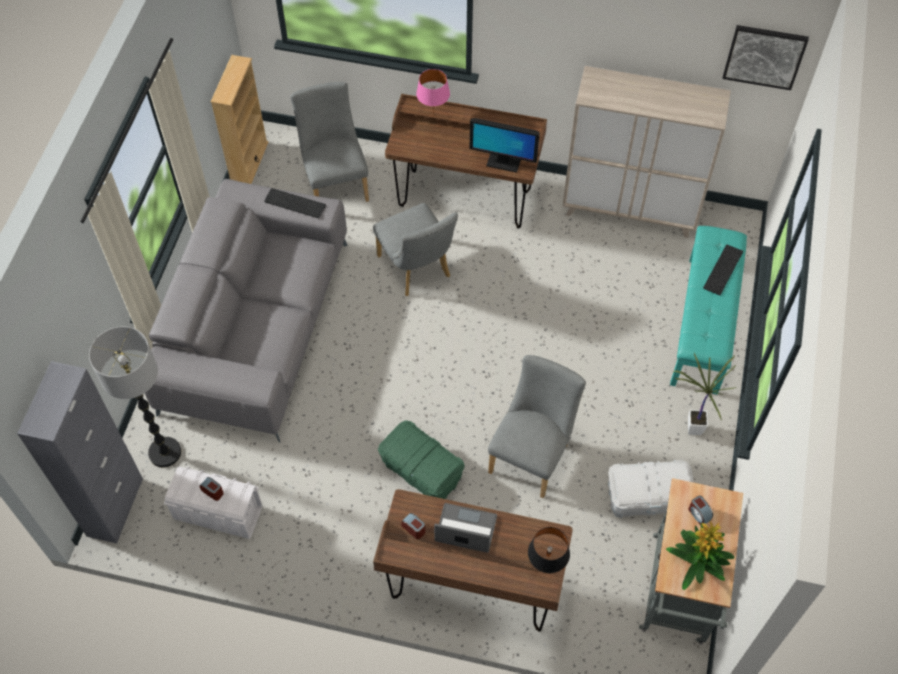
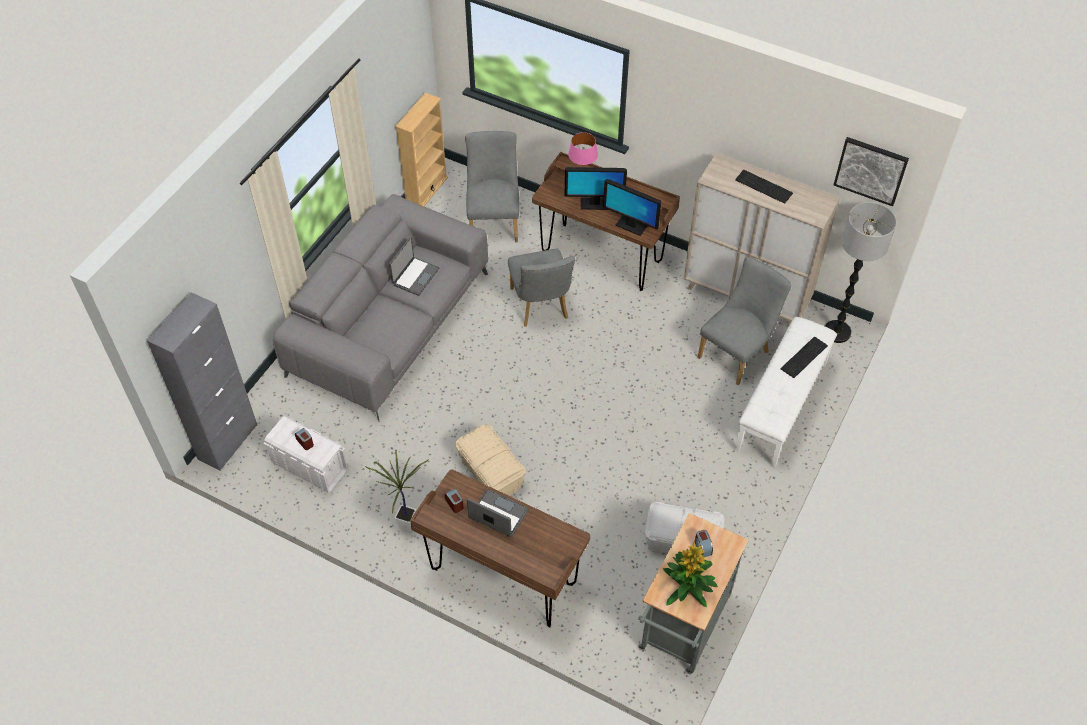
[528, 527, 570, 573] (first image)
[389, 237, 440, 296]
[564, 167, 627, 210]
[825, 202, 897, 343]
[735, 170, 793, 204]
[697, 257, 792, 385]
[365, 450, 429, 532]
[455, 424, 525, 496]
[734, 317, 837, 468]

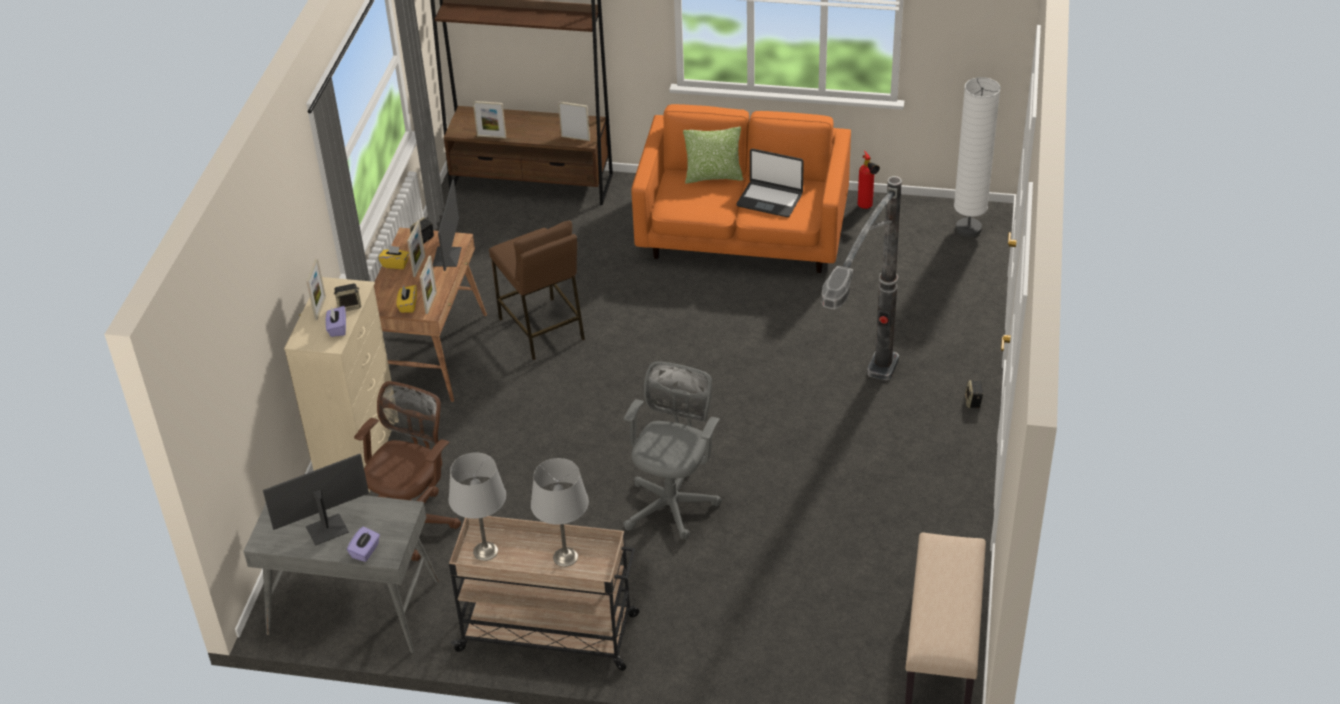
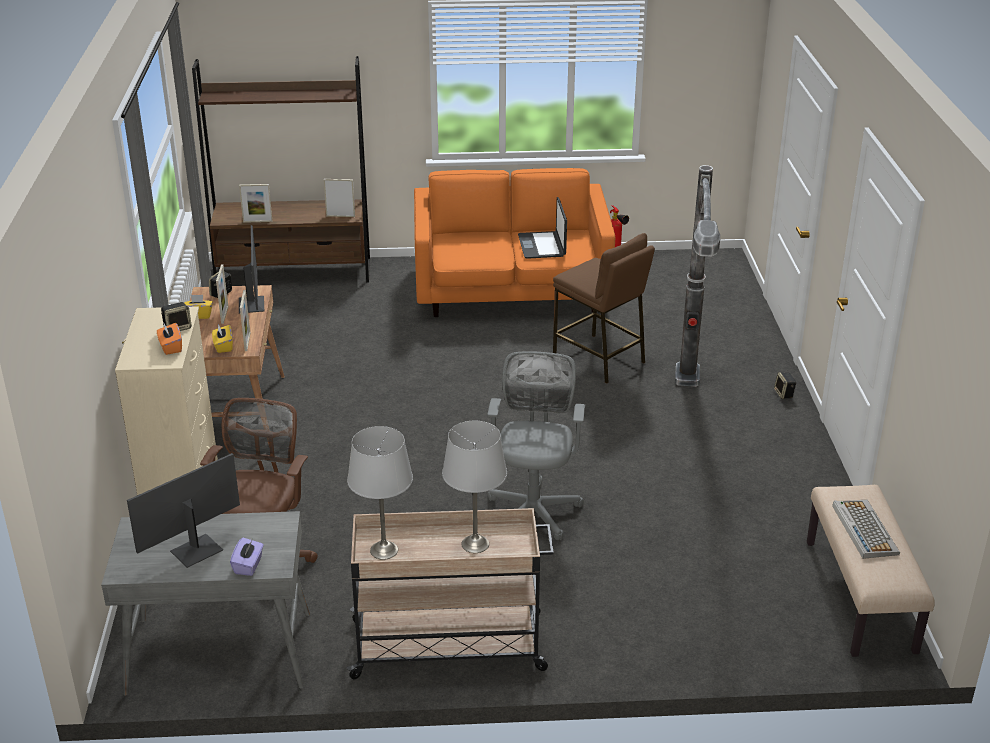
[306, 258, 326, 320] (first image)
[683, 127, 743, 183] (first image)
[954, 77, 1001, 237] (first image)
[832, 500, 900, 559]
[553, 233, 655, 383]
[157, 323, 182, 355]
[518, 197, 567, 259]

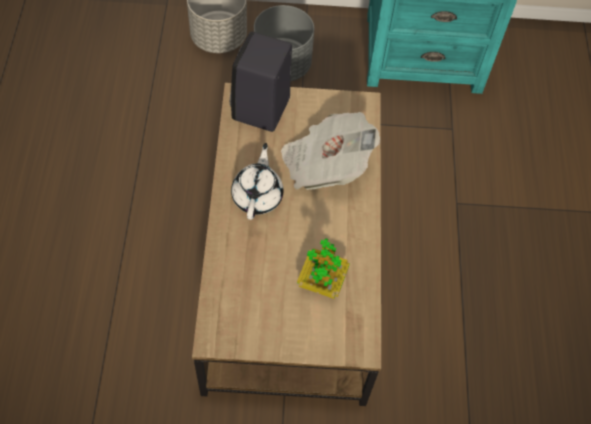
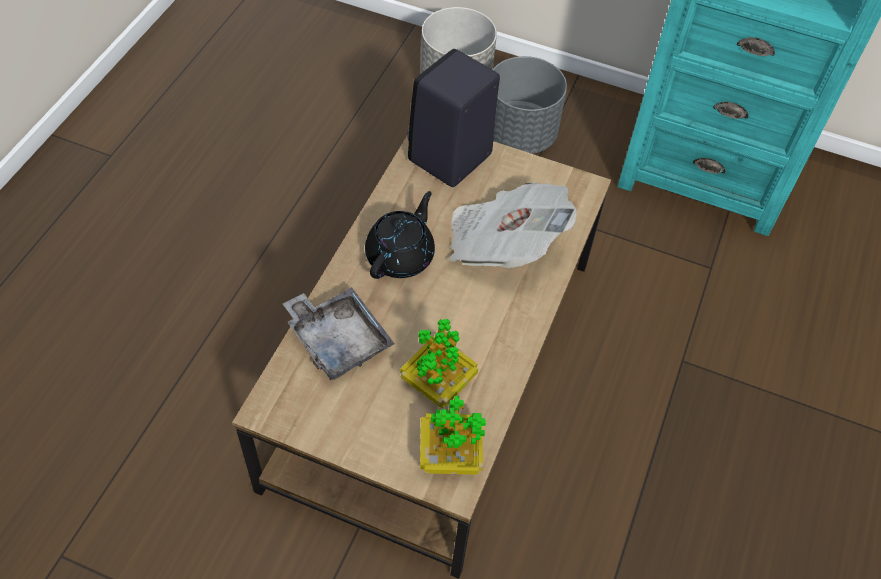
[283, 287, 395, 380]
[420, 396, 486, 475]
[365, 191, 435, 279]

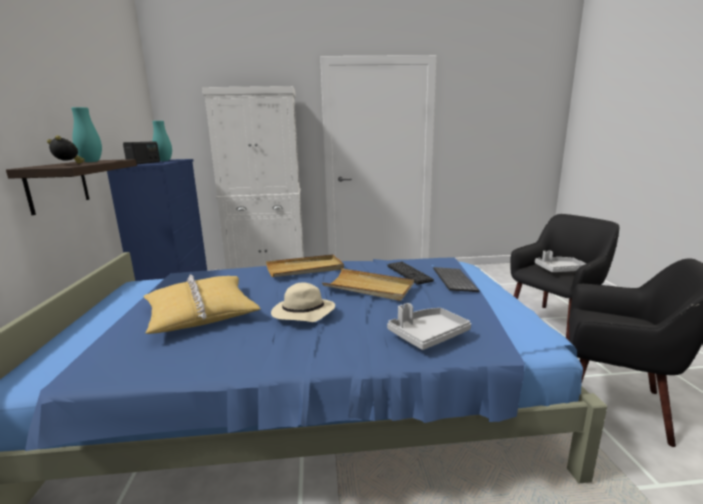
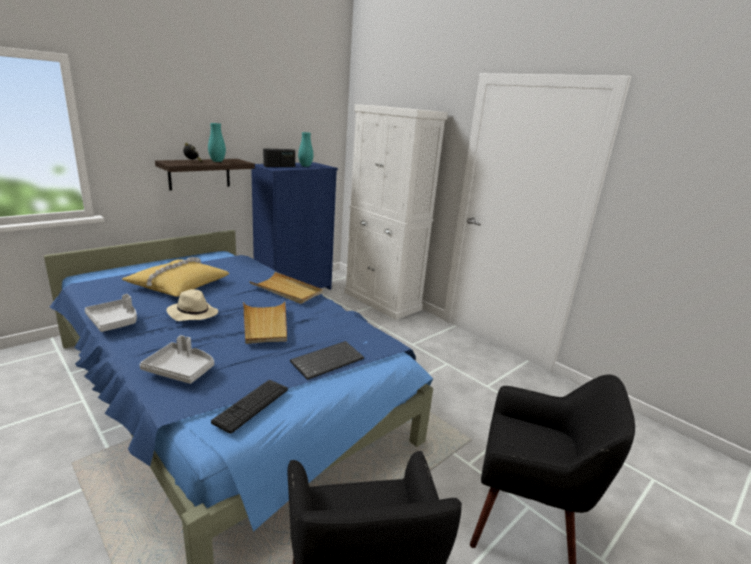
[211, 380, 288, 434]
[84, 294, 137, 332]

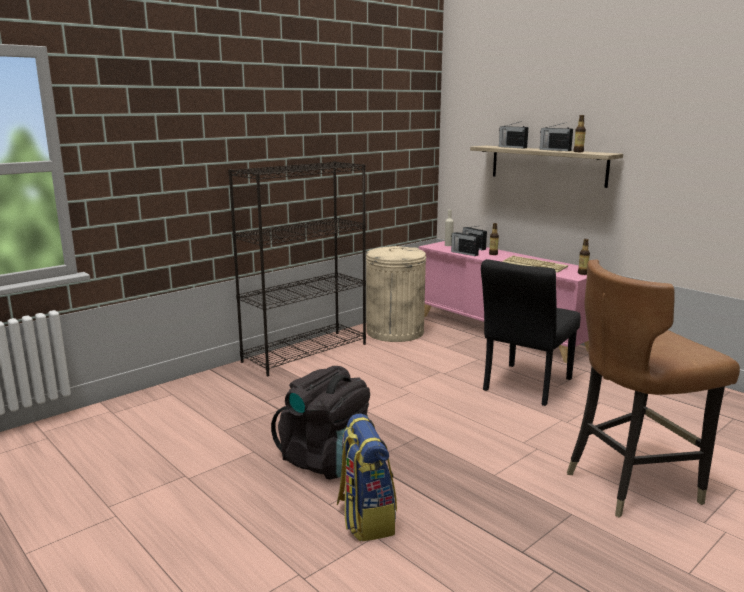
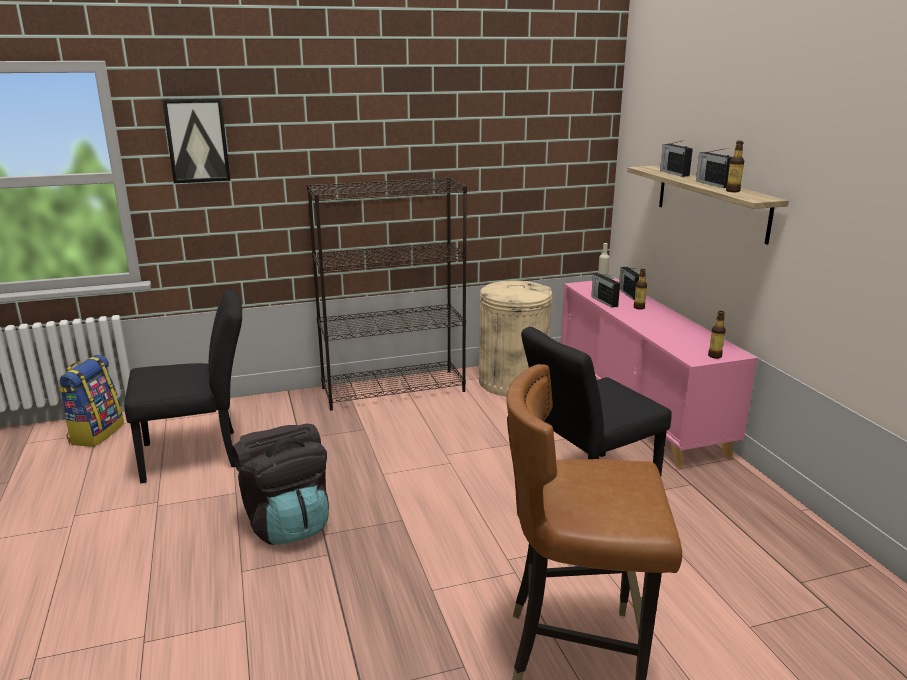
[503, 256, 568, 273] (first image)
[124, 290, 242, 483]
[162, 98, 230, 183]
[58, 355, 124, 447]

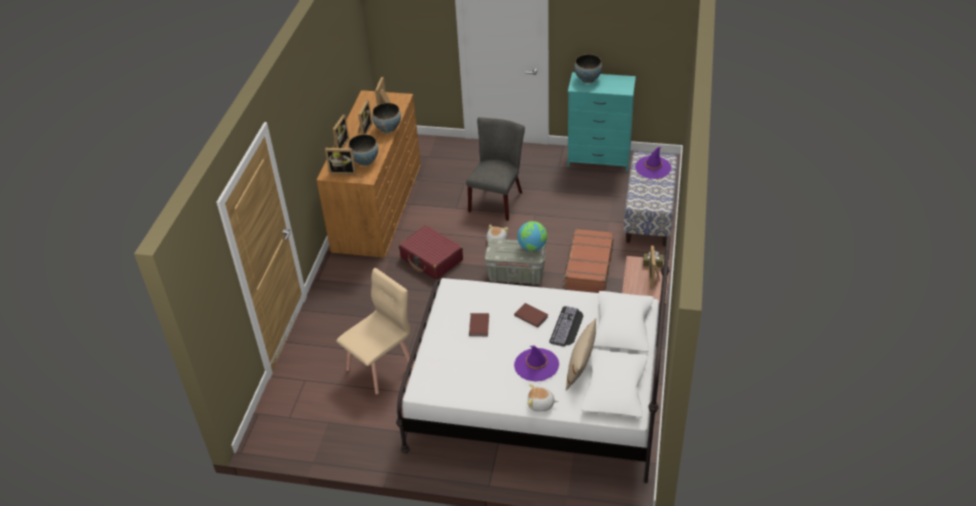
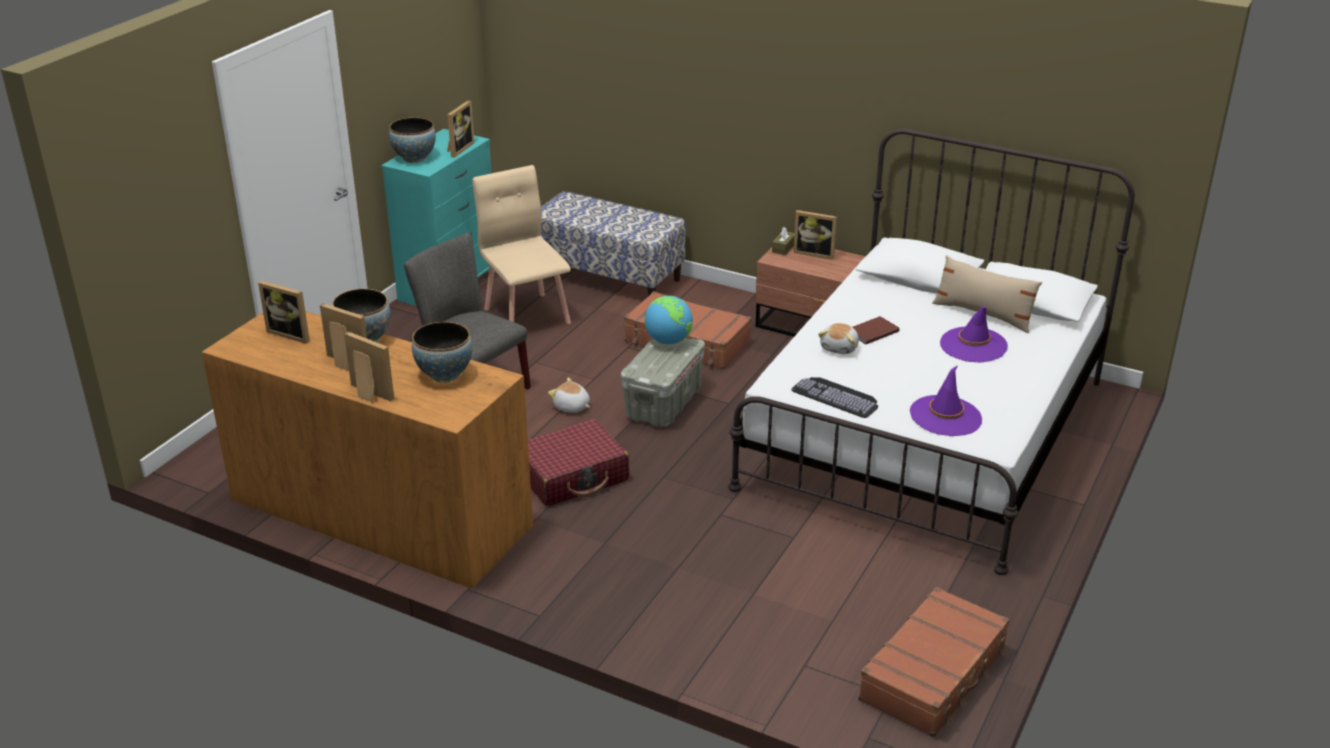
[469, 313, 489, 336] (first image)
[858, 587, 1010, 737]
[447, 100, 475, 158]
[472, 165, 571, 324]
[818, 323, 859, 354]
[791, 377, 878, 418]
[910, 365, 982, 436]

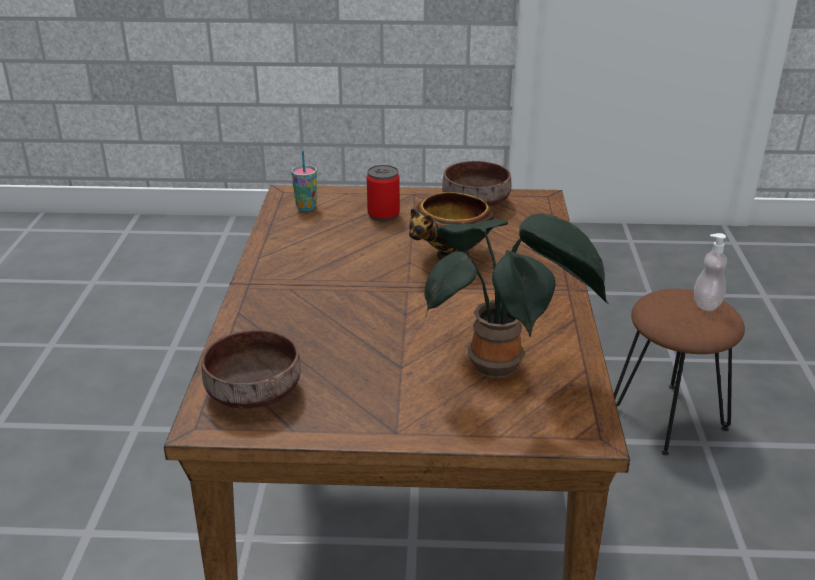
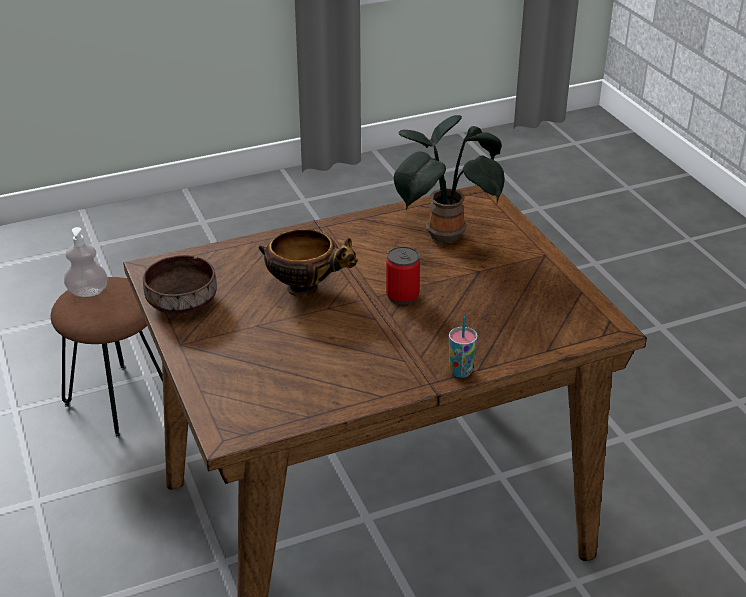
[201, 330, 301, 409] (first image)
[449, 316, 478, 378]
[386, 247, 420, 305]

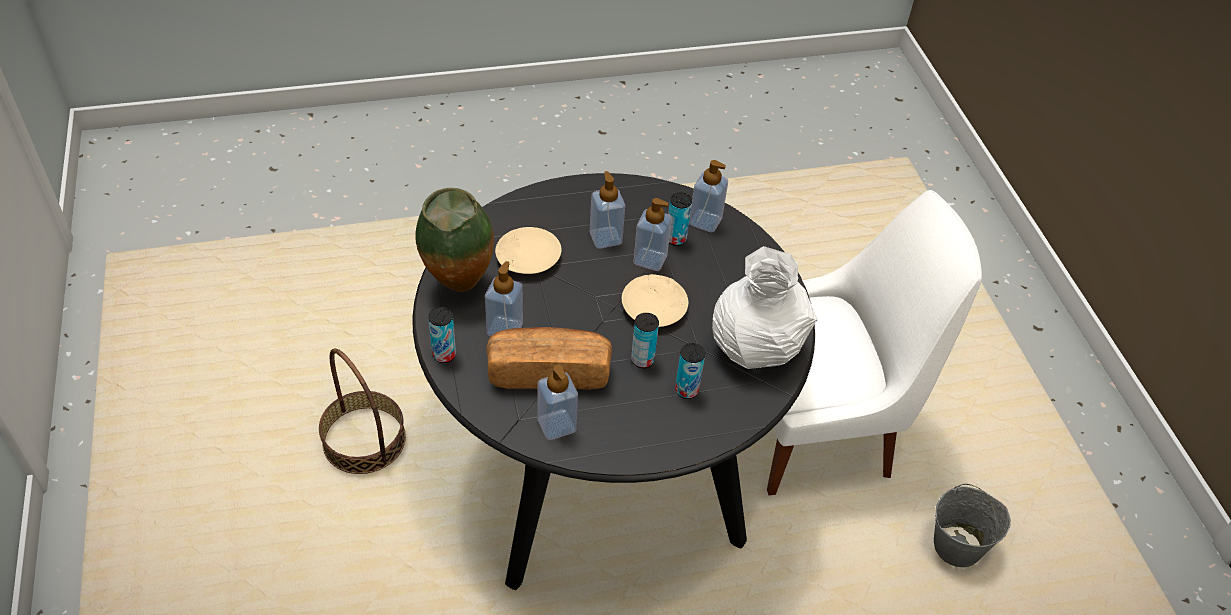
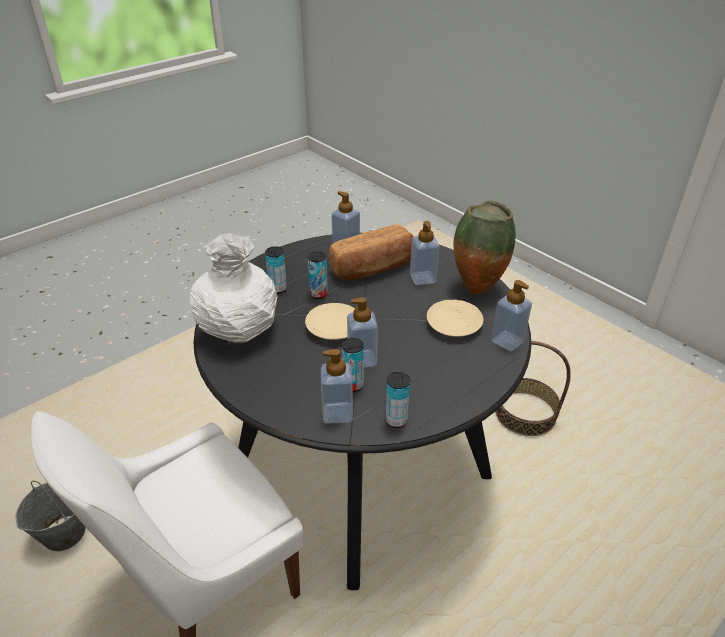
[385, 372, 410, 428]
[491, 280, 532, 351]

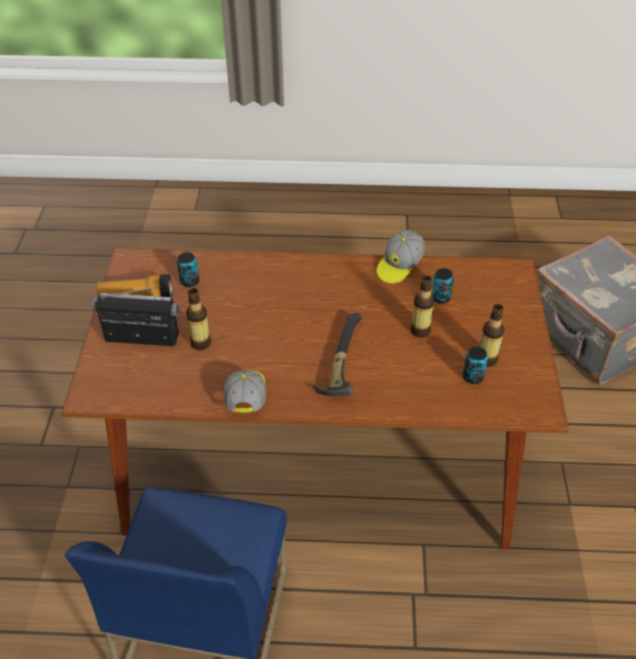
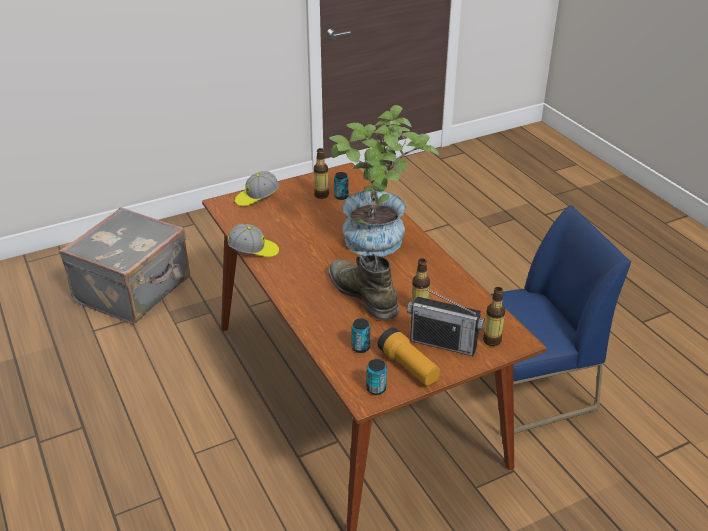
[328, 254, 399, 320]
[235, 171, 279, 206]
[483, 287, 505, 346]
[366, 359, 387, 395]
[329, 105, 439, 256]
[407, 286, 485, 356]

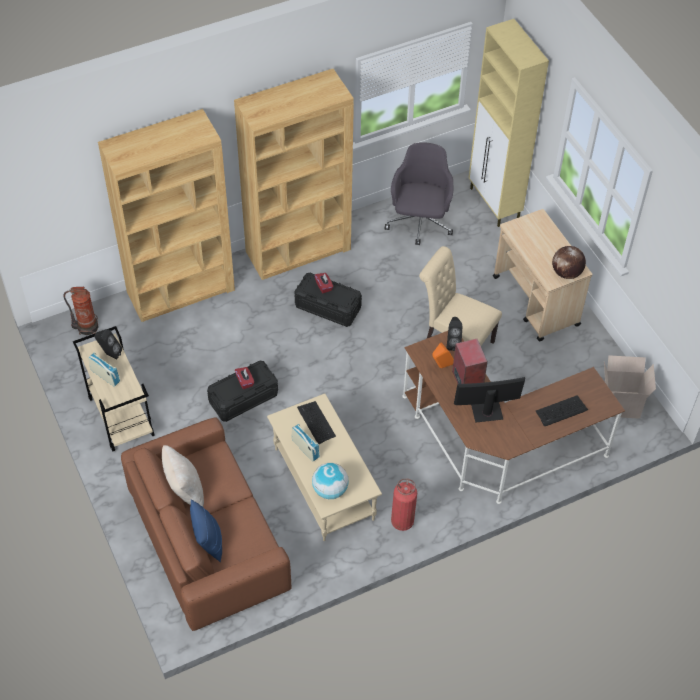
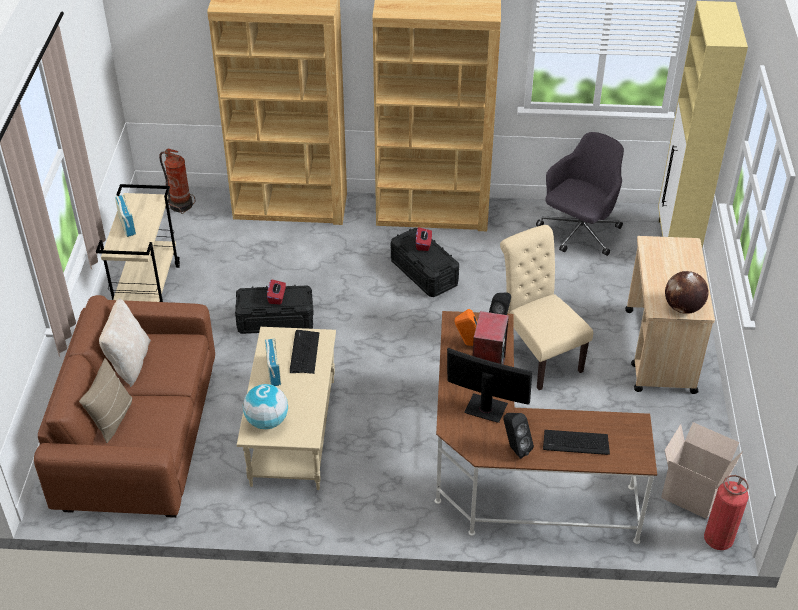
[503, 413, 534, 459]
[704, 475, 749, 550]
[79, 358, 132, 443]

